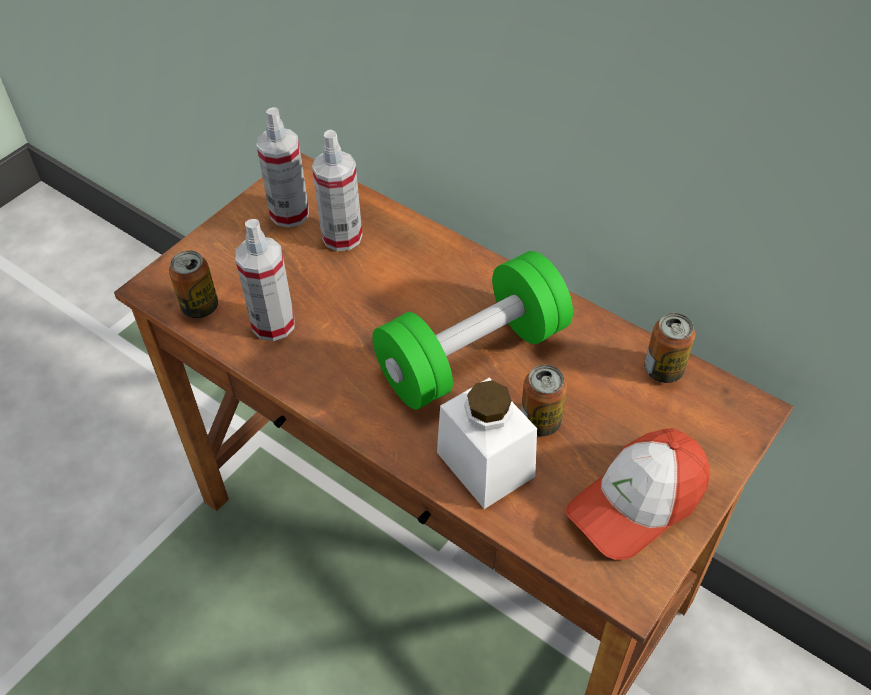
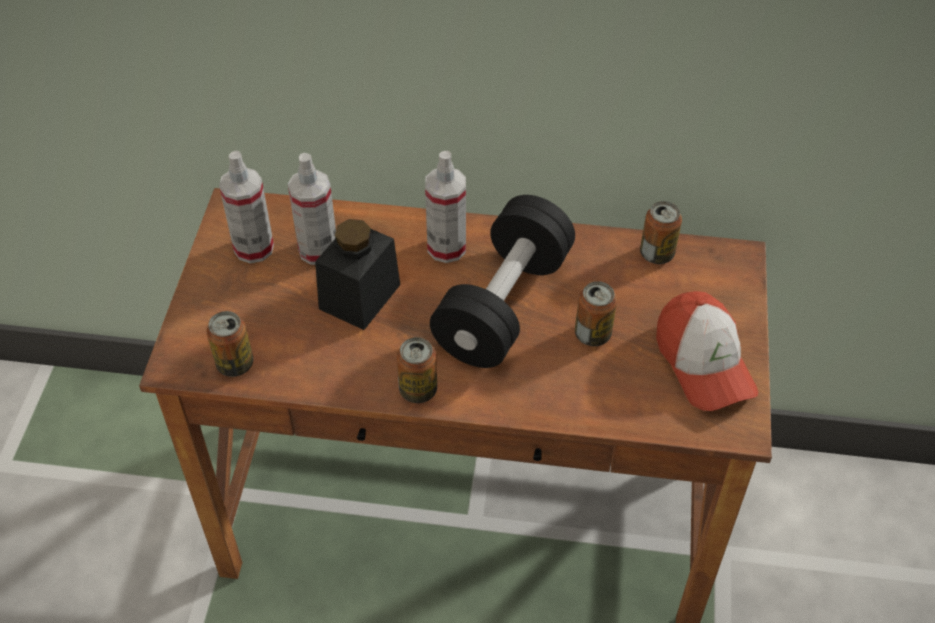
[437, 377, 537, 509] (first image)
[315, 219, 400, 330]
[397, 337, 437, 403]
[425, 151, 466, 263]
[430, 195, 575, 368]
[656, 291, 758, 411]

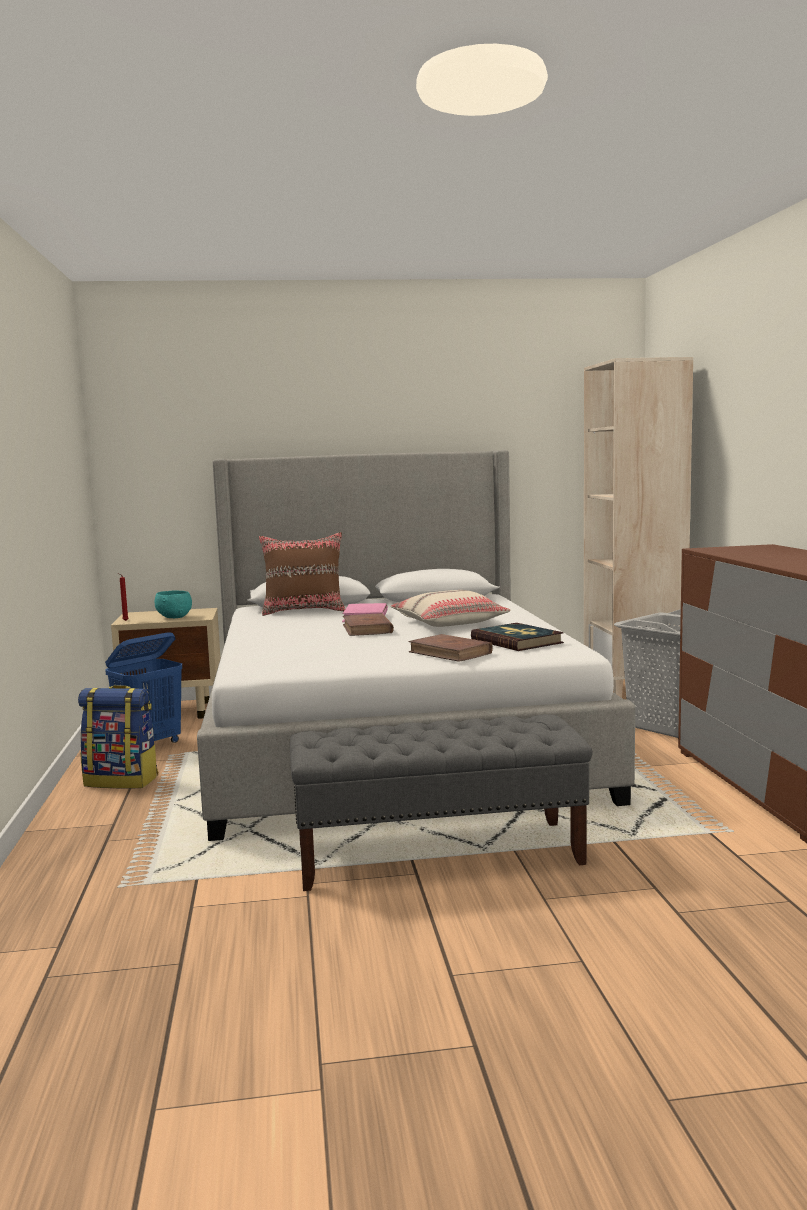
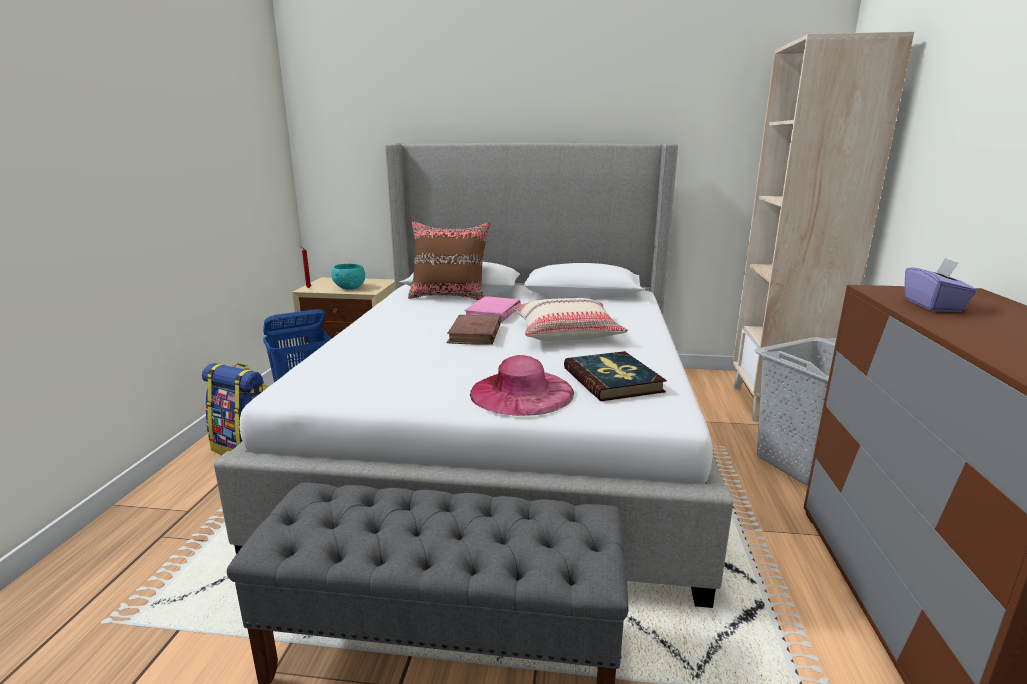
[905, 258, 977, 312]
[470, 355, 574, 416]

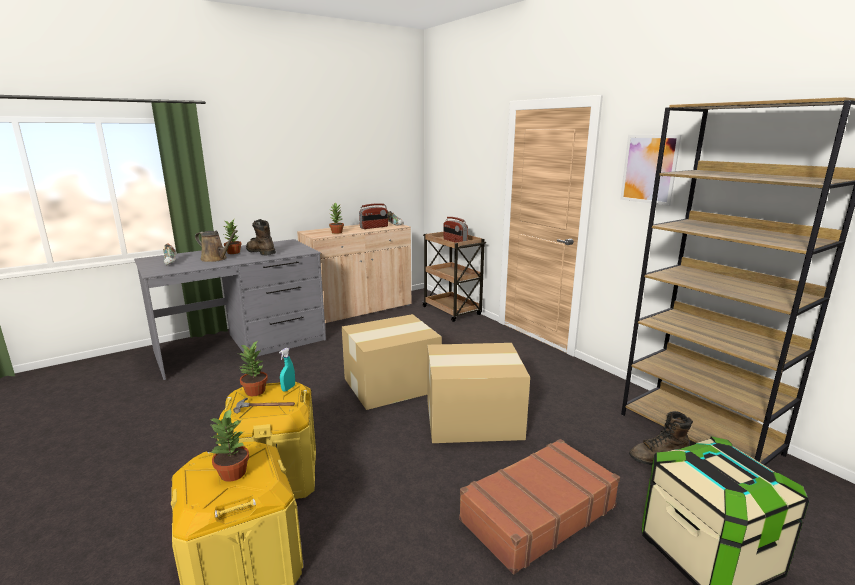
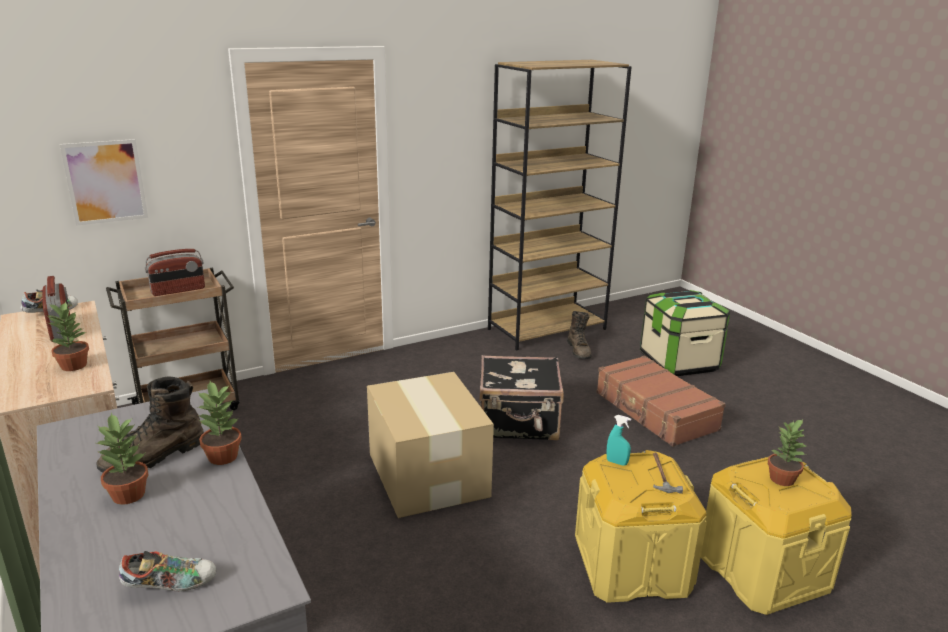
[195, 230, 237, 262] (first image)
[198, 381, 242, 465]
[60, 139, 148, 226]
[479, 355, 564, 440]

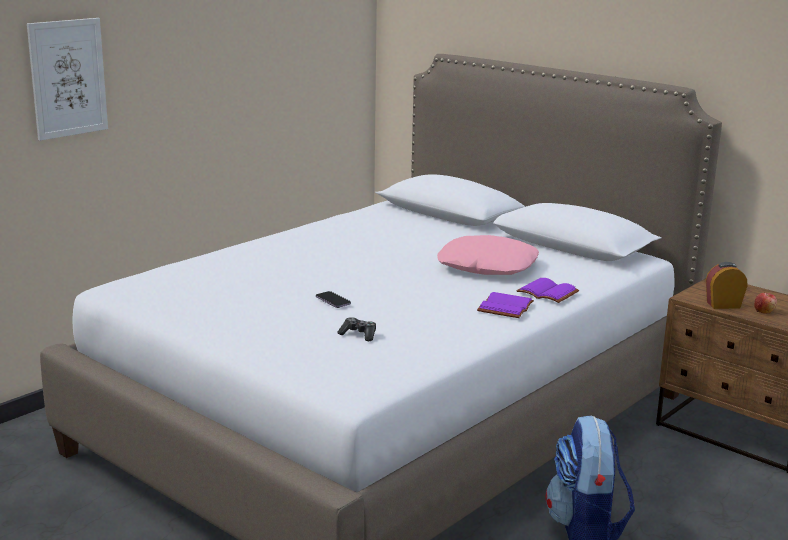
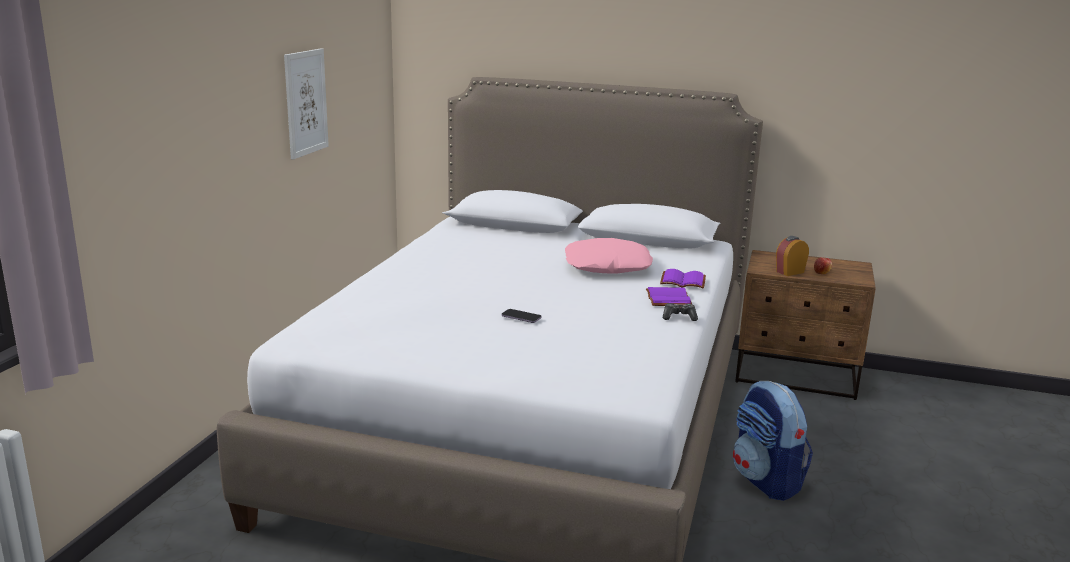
[284, 49, 329, 159]
[663, 303, 698, 321]

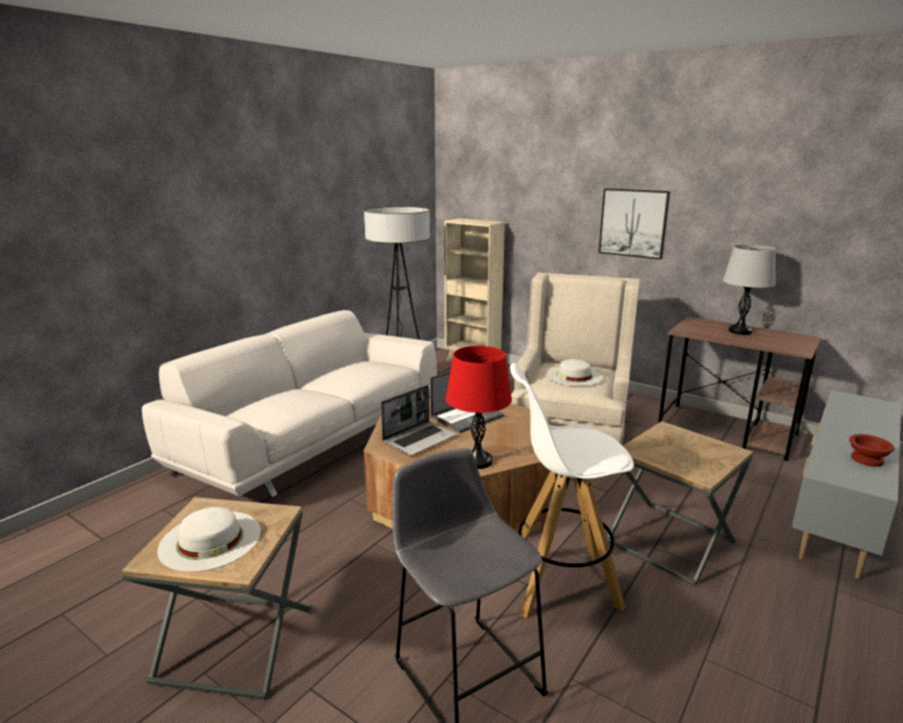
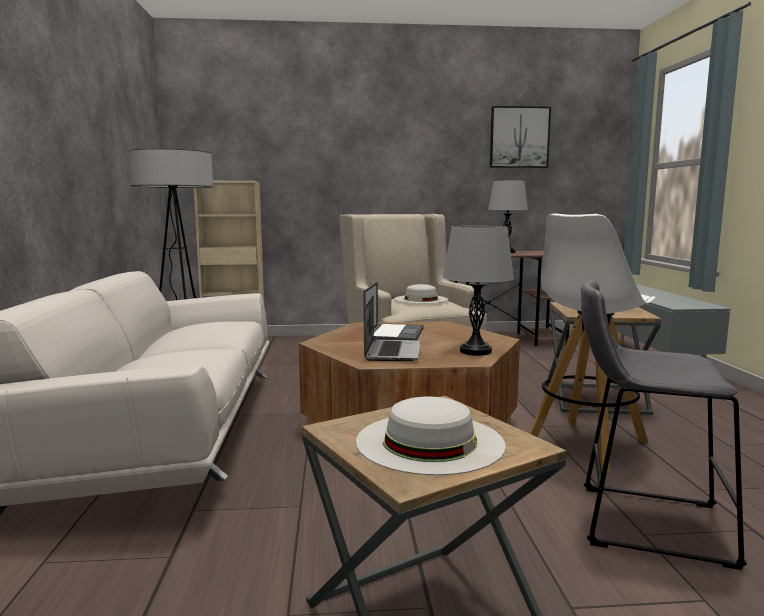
[849, 434, 894, 467] (first image)
[490, 106, 551, 168]
[443, 226, 514, 356]

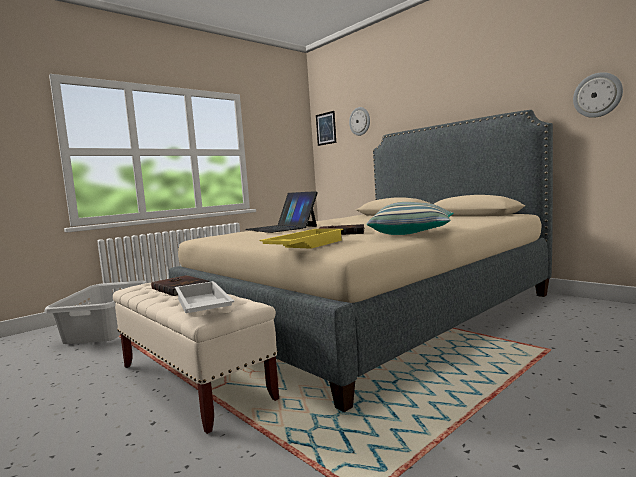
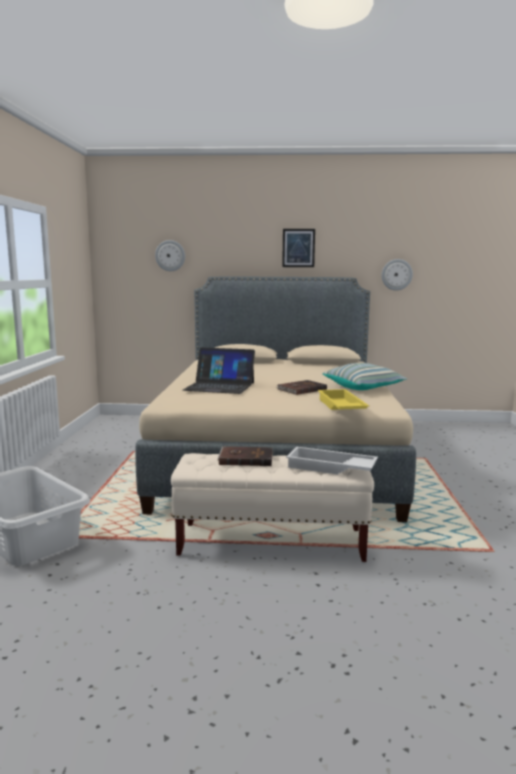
[282, 229, 315, 267]

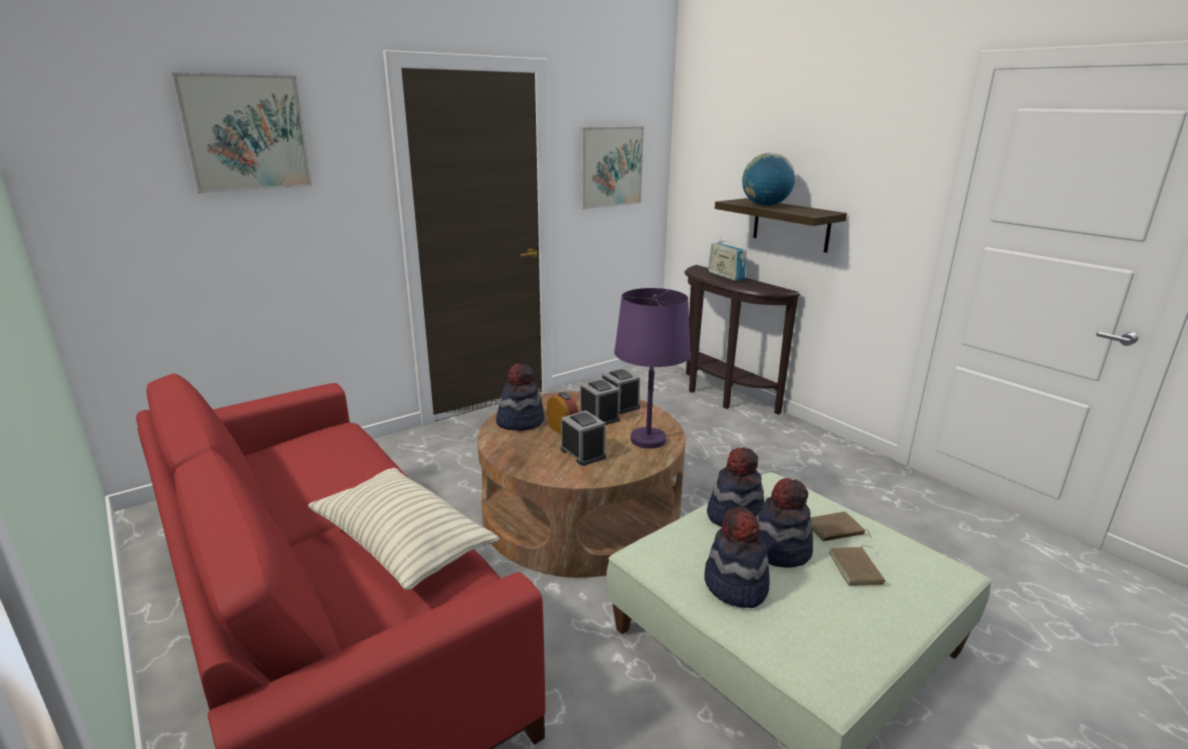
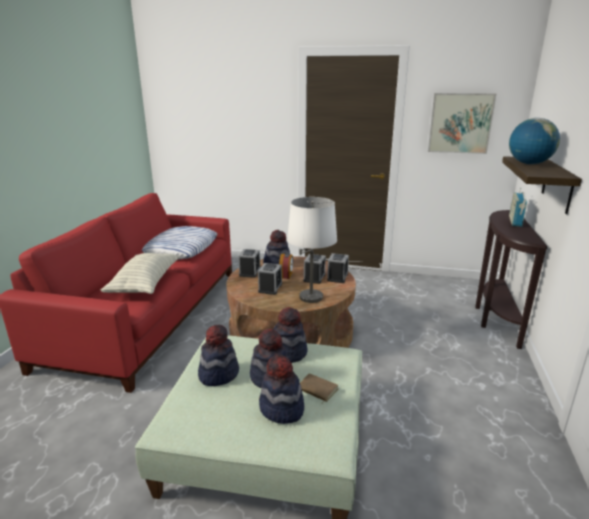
[171, 72, 312, 193] (first image)
[142, 226, 217, 260]
[238, 249, 260, 278]
[259, 354, 304, 424]
[287, 197, 337, 303]

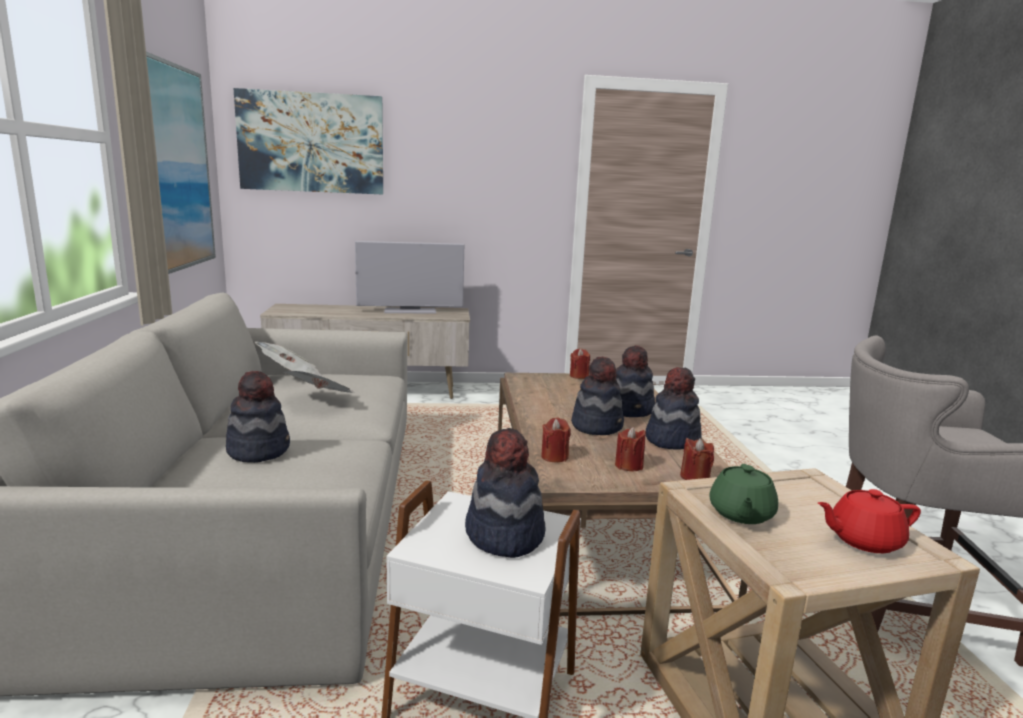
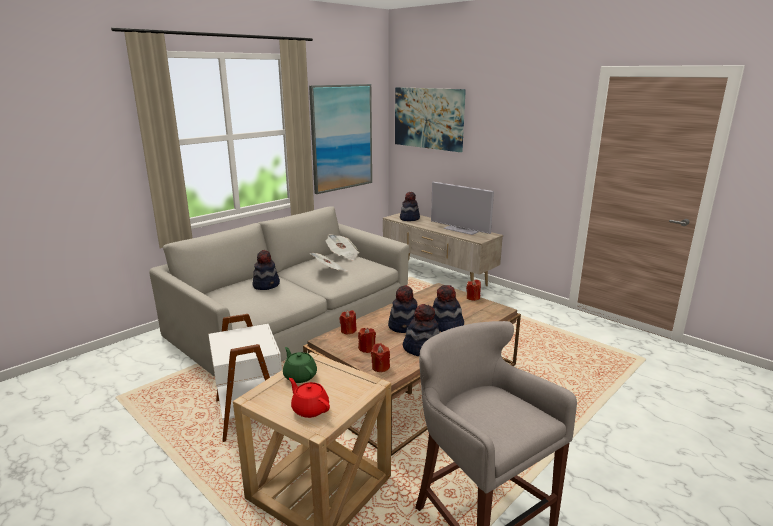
[400, 192, 420, 221]
[283, 347, 317, 383]

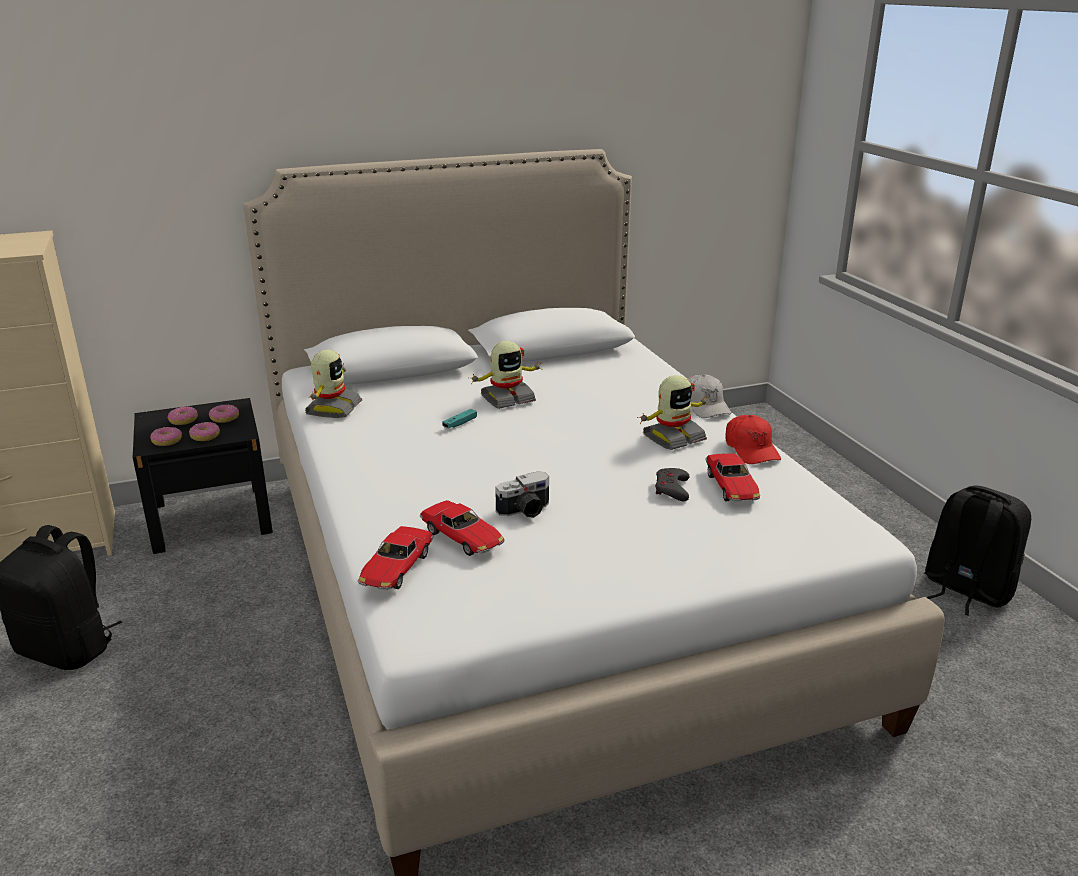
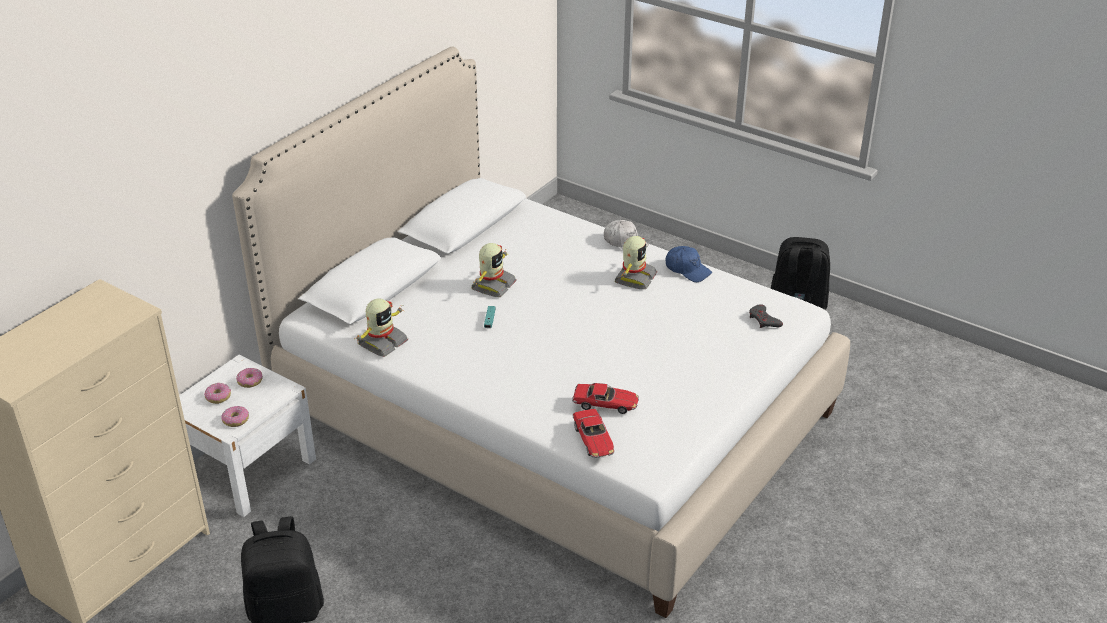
[189, 422, 220, 441] (first image)
[495, 471, 549, 518] (first image)
[706, 453, 760, 501] (first image)
[749, 304, 783, 328]
[179, 355, 316, 517]
[666, 246, 712, 282]
[354, 298, 408, 357]

